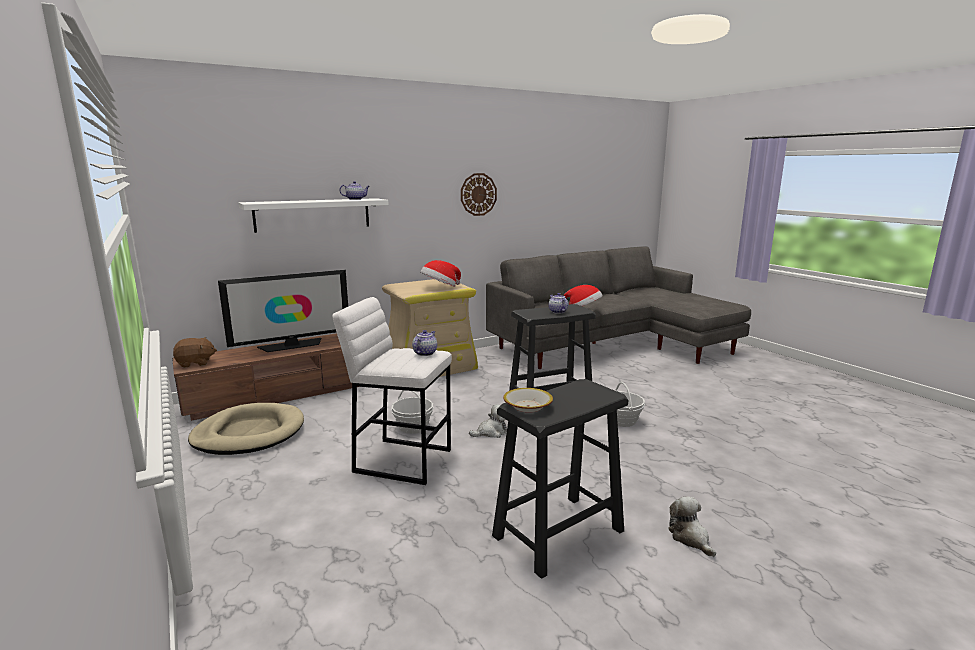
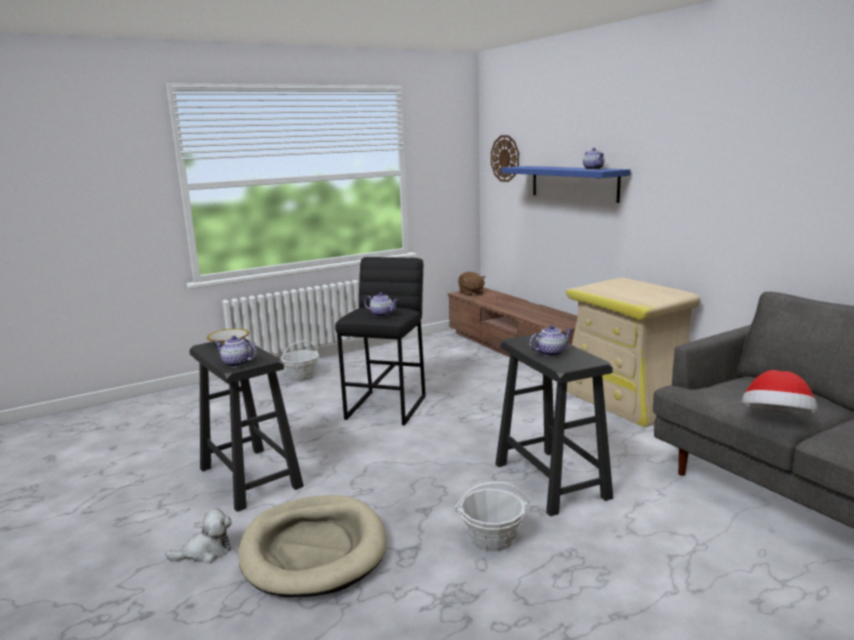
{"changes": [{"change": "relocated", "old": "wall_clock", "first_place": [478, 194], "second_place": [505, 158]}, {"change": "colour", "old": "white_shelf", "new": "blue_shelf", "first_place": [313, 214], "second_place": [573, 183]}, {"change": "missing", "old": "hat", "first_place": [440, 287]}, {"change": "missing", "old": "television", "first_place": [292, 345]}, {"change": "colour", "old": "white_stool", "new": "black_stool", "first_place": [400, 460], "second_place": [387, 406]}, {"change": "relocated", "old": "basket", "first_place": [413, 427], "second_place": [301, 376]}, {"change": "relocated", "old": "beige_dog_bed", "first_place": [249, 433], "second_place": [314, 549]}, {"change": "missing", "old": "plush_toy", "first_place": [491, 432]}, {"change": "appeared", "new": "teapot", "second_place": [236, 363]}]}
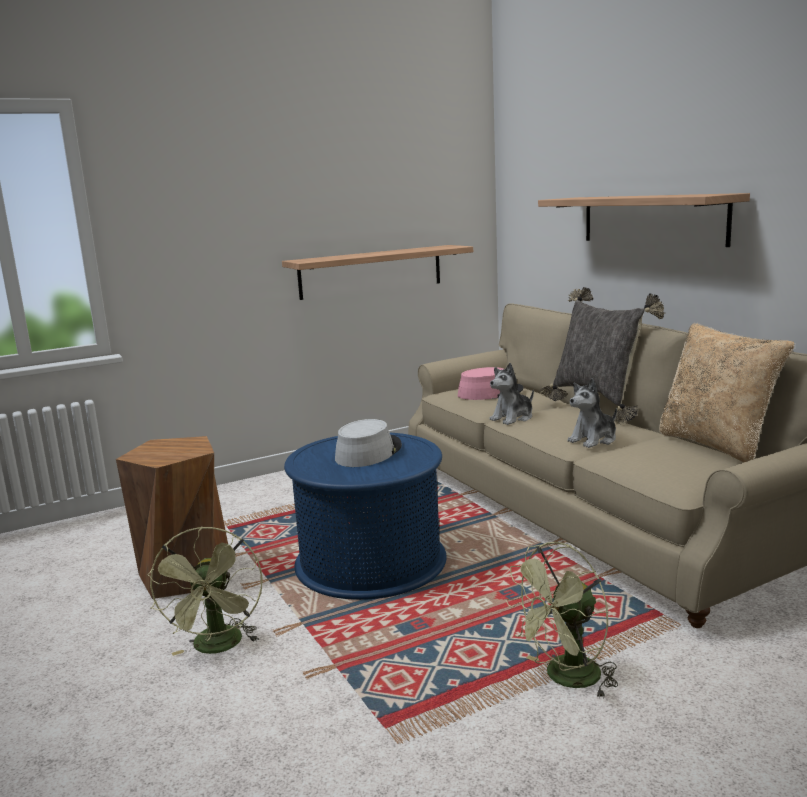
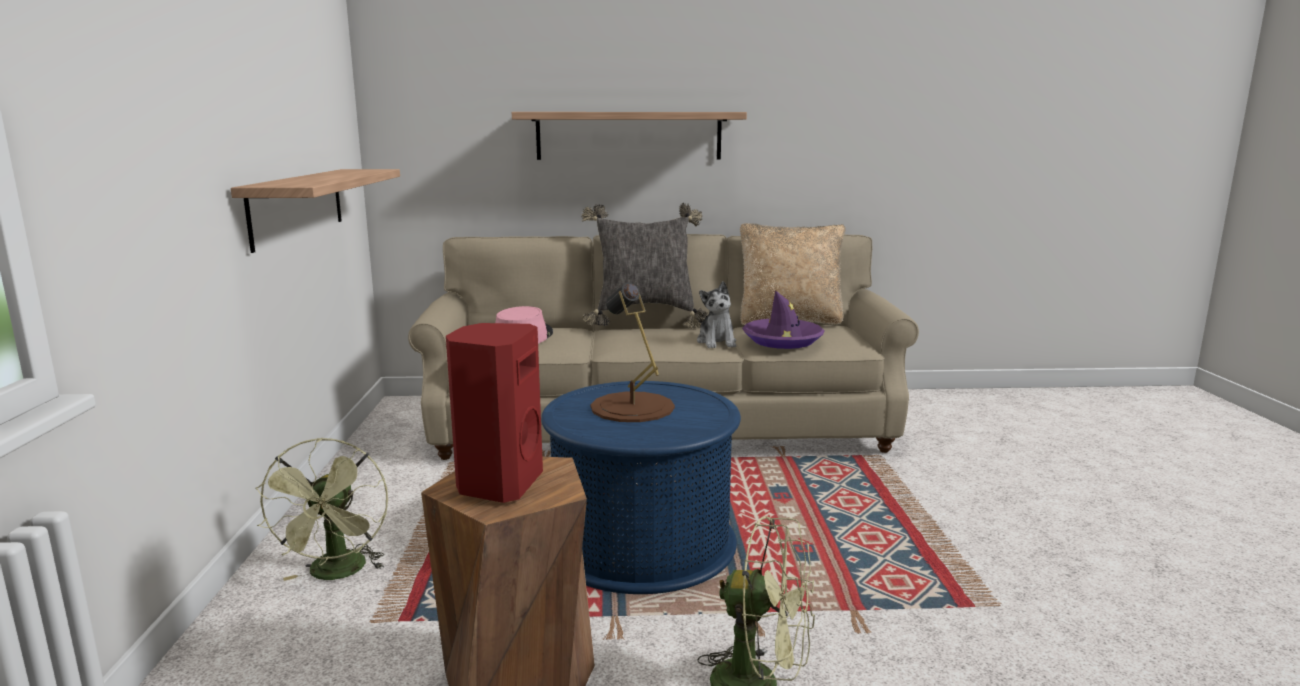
{"changes": [{"change": "missing", "old": "plush_toy", "first_place": [513, 418]}, {"change": "exchanged", "old": "grey_hat", "new": "brown_table_lamp", "first_place": [368, 452], "second_place": [632, 407]}, {"change": "relocated", "old": "green_fan", "first_place": [565, 679], "second_place": [337, 574]}, {"change": "appeared", "new": "purple_hat", "second_place": [782, 340]}, {"change": "appeared", "new": "red_speaker", "second_place": [497, 484]}]}
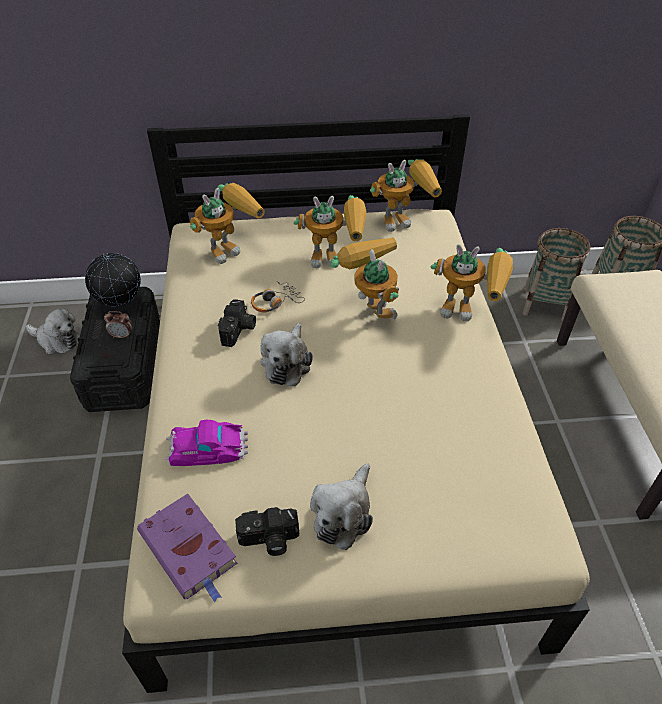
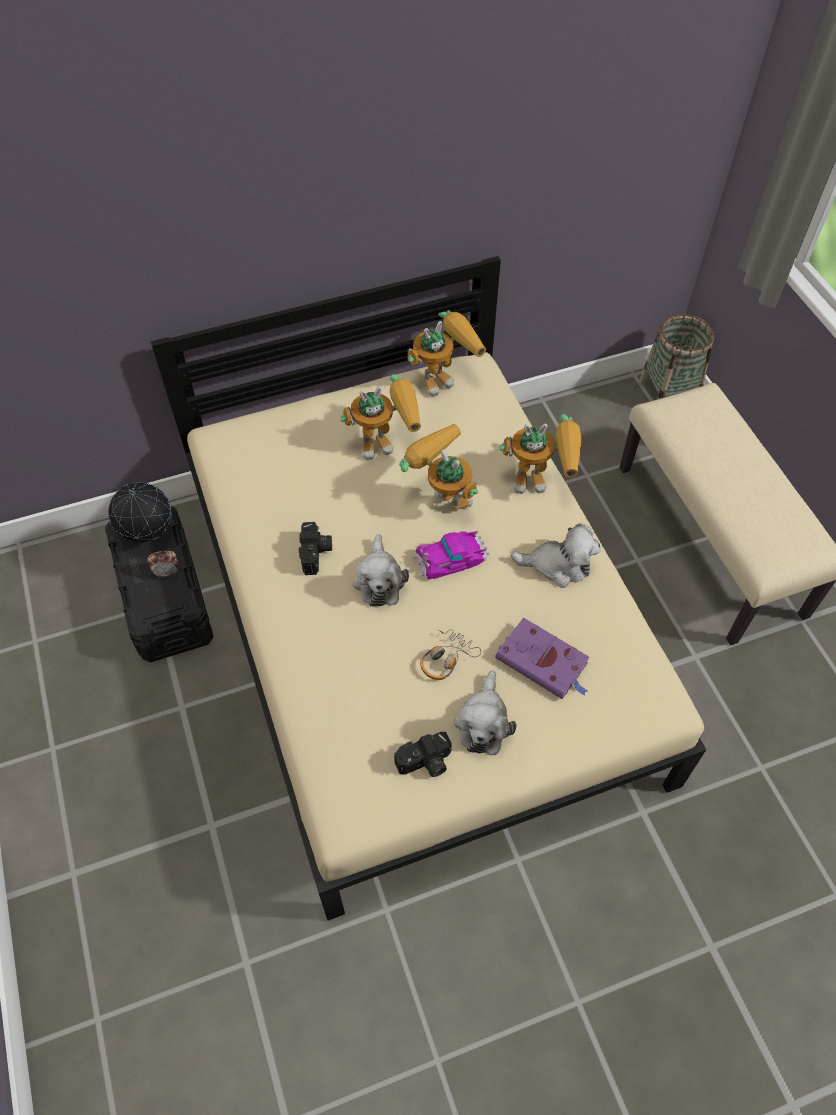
{"changes": [{"change": "missing", "old": "toy_robot", "first_place": [230, 247]}, {"change": "missing", "old": "basket", "first_place": [545, 304]}, {"change": "relocated", "old": "headphones", "first_place": [275, 302], "second_place": [446, 659]}, {"change": "relocated", "old": "plush_toy", "first_place": [57, 340], "second_place": [558, 565]}, {"change": "relocated", "old": "toy_car", "first_place": [207, 448], "second_place": [450, 557]}, {"change": "relocated", "old": "purple_book", "first_place": [190, 550], "second_place": [544, 662]}]}
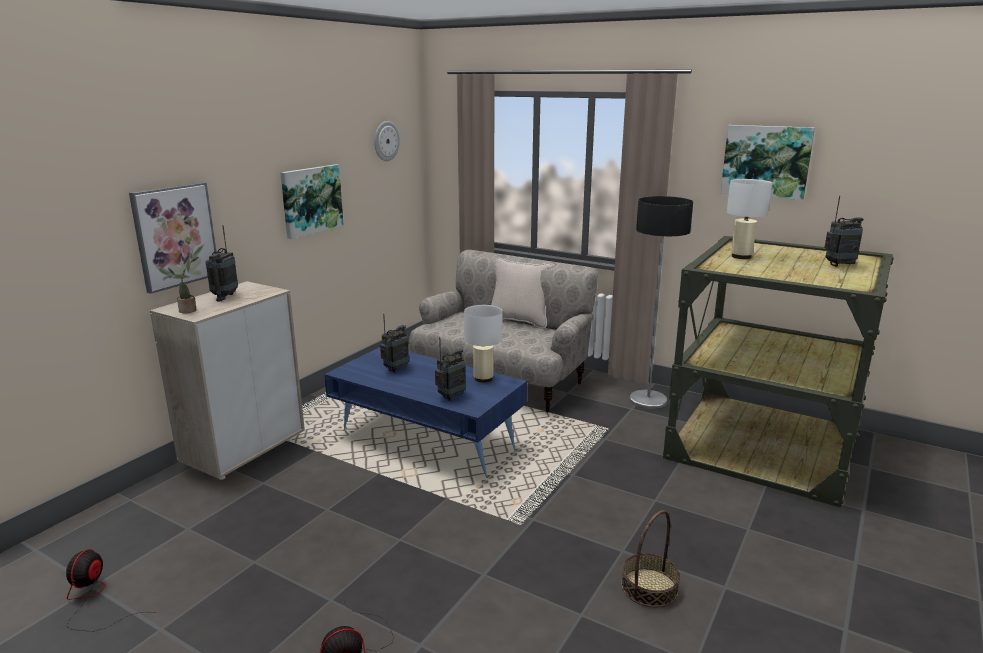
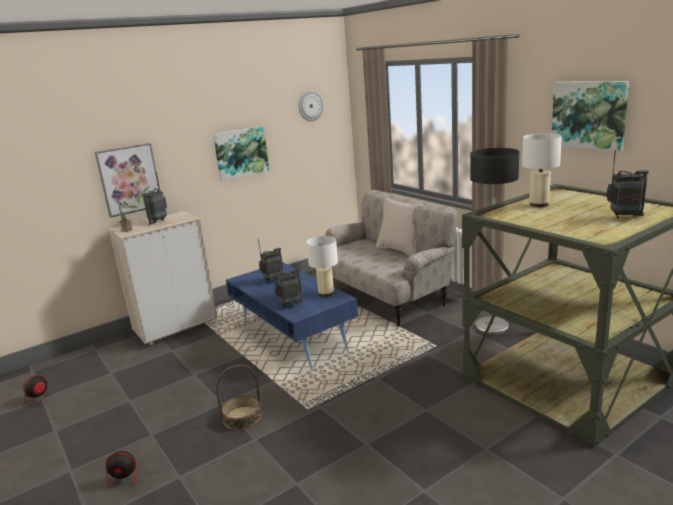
{"changes": [{"change": "relocated", "old": "basket", "first_place": [649, 587], "second_place": [242, 417]}]}
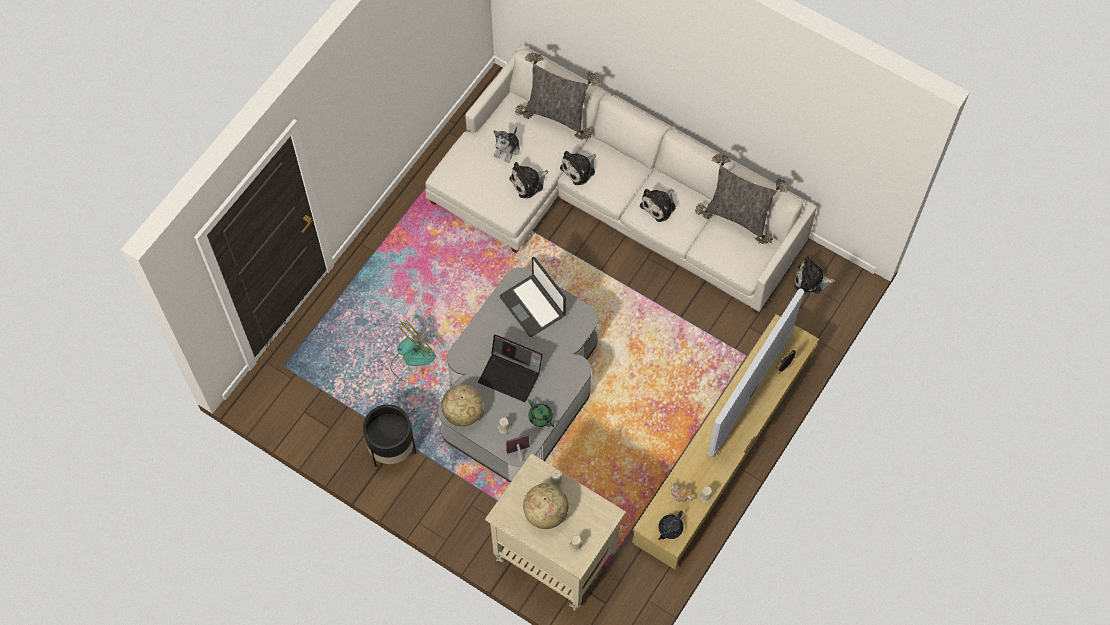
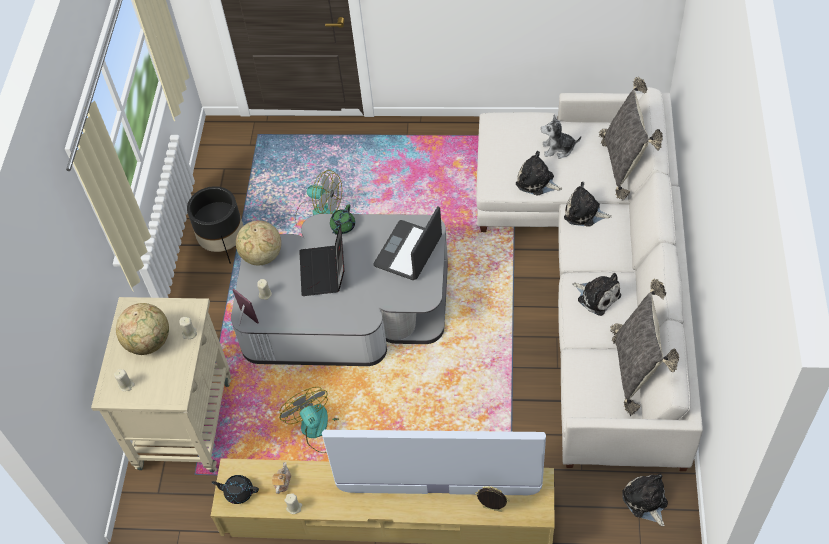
{"changes": [{"change": "spun", "old": "plush_toy", "first_place": [659, 205], "second_place": [597, 296], "degrees": -150}, {"change": "relocated", "old": "green_teapot", "first_place": [541, 418], "second_place": [342, 226]}, {"change": "appeared", "new": "fan", "second_place": [319, 429]}]}
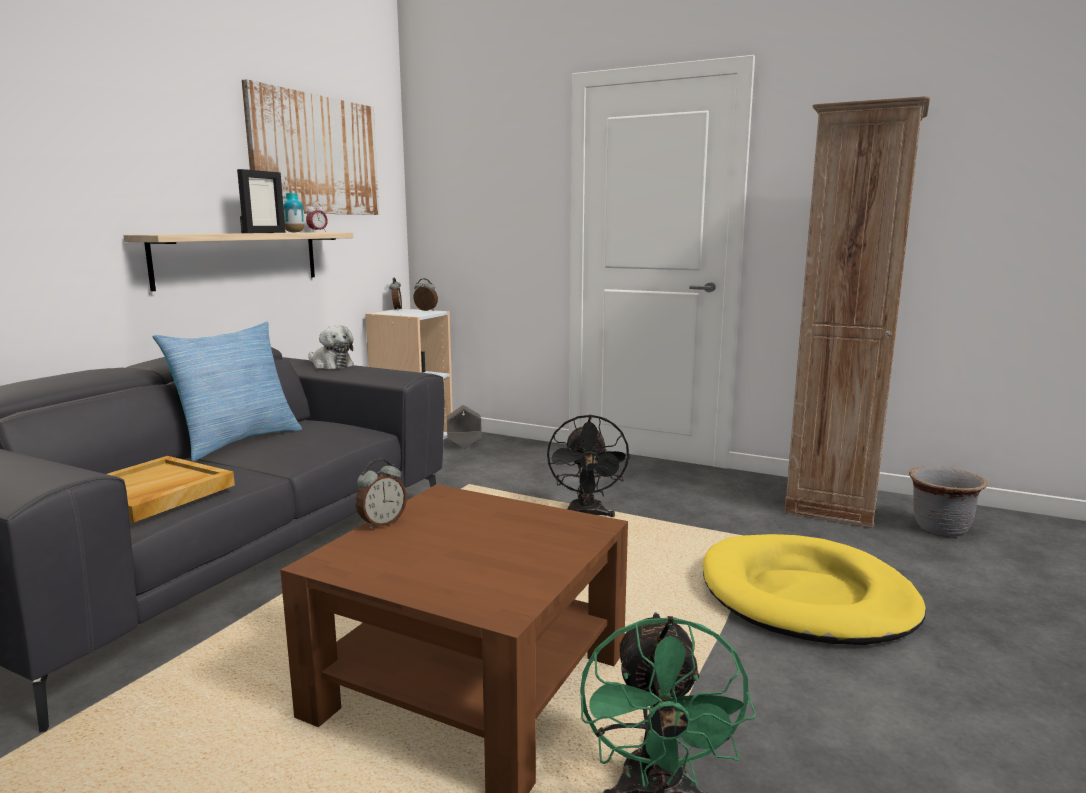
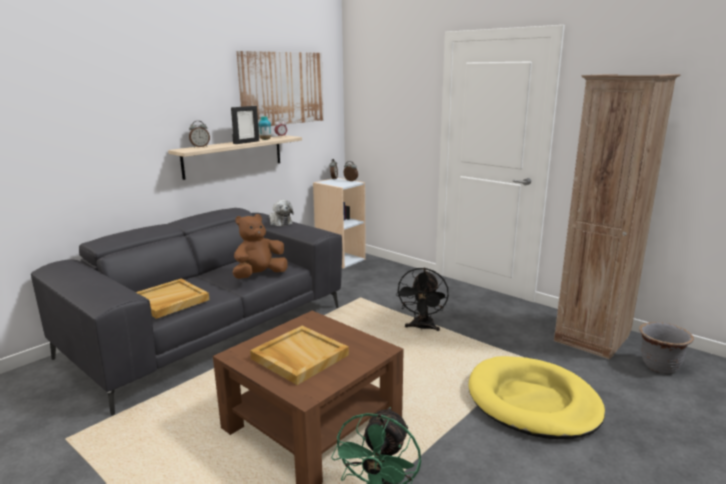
{"changes": [{"change": "missing", "old": "pillow", "first_place": [237, 441]}, {"change": "missing", "old": "grey_planter", "first_place": [464, 446]}, {"change": "relocated", "old": "alarm_clock", "first_place": [382, 523], "second_place": [200, 147]}, {"change": "appeared", "new": "brown_plush_toy", "second_place": [259, 275]}, {"change": "appeared", "new": "beige_tray", "second_place": [299, 357]}]}
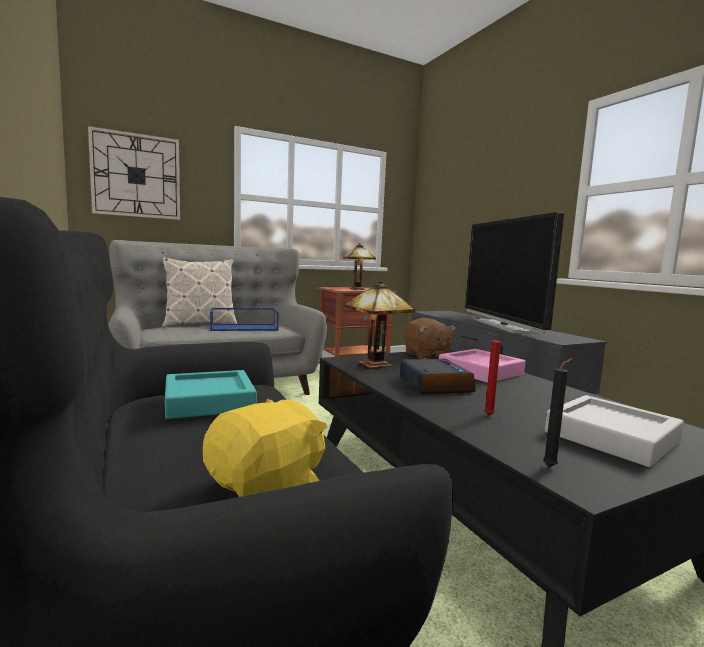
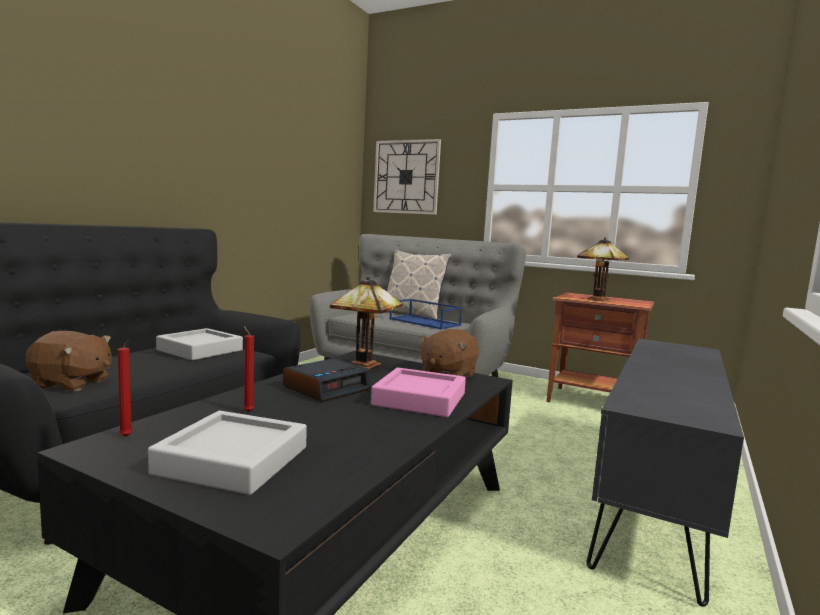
{"changes": [{"change": "missing", "old": "television", "first_place": [503, 326]}, {"change": "colour", "old": "black_candle", "new": "red_candle", "first_place": [551, 466], "second_place": [126, 437]}, {"change": "colour", "old": "turquoise_tray", "new": "grey_tray", "first_place": [209, 401], "second_place": [200, 350]}, {"change": "colour", "old": "yellow_plush_toy", "new": "brown_plush_toy", "first_place": [268, 487], "second_place": [71, 383]}]}
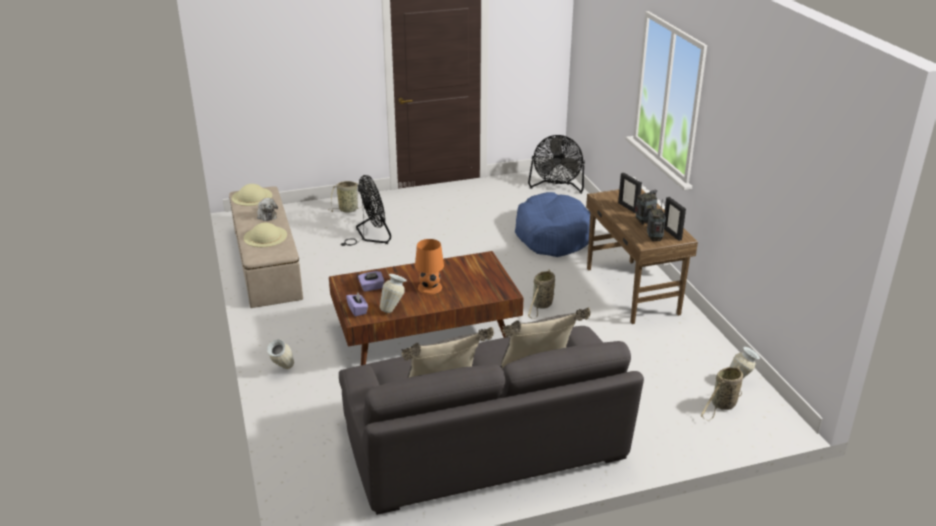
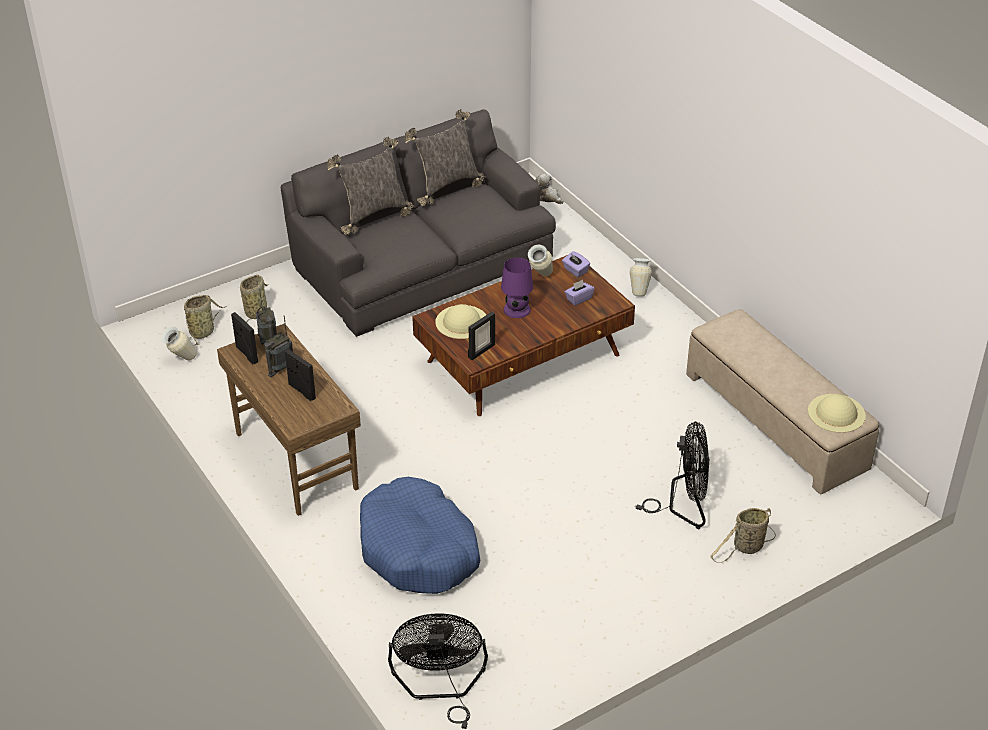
{"changes": [{"change": "spun", "old": "black_fan", "first_place": [368, 234], "second_place": [683, 499], "degrees": -135}, {"change": "relocated", "old": "plush_toy", "first_place": [266, 215], "second_place": [547, 197]}, {"change": "relocated", "old": "beige_hat", "first_place": [265, 236], "second_place": [462, 322]}, {"change": "colour", "old": "orange_table_lamp", "new": "purple_table_lamp", "first_place": [430, 288], "second_place": [516, 309]}, {"change": "relocated", "old": "basket", "first_place": [541, 305], "second_place": [257, 312]}, {"change": "appeared", "new": "picture_frame", "second_place": [481, 351]}]}
